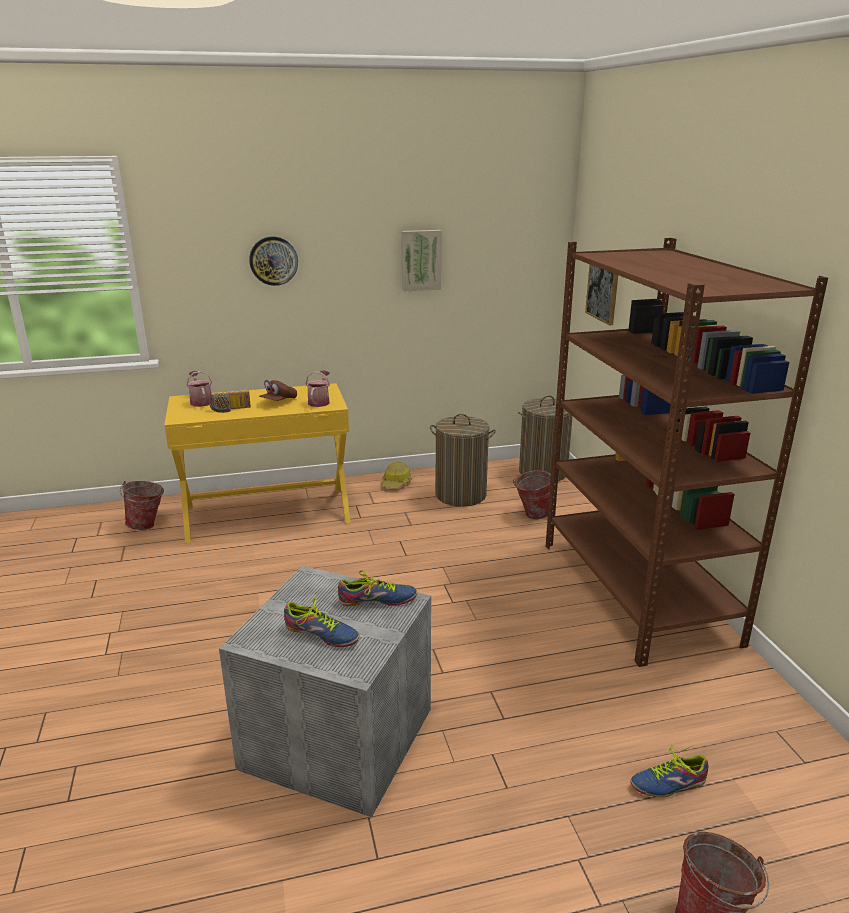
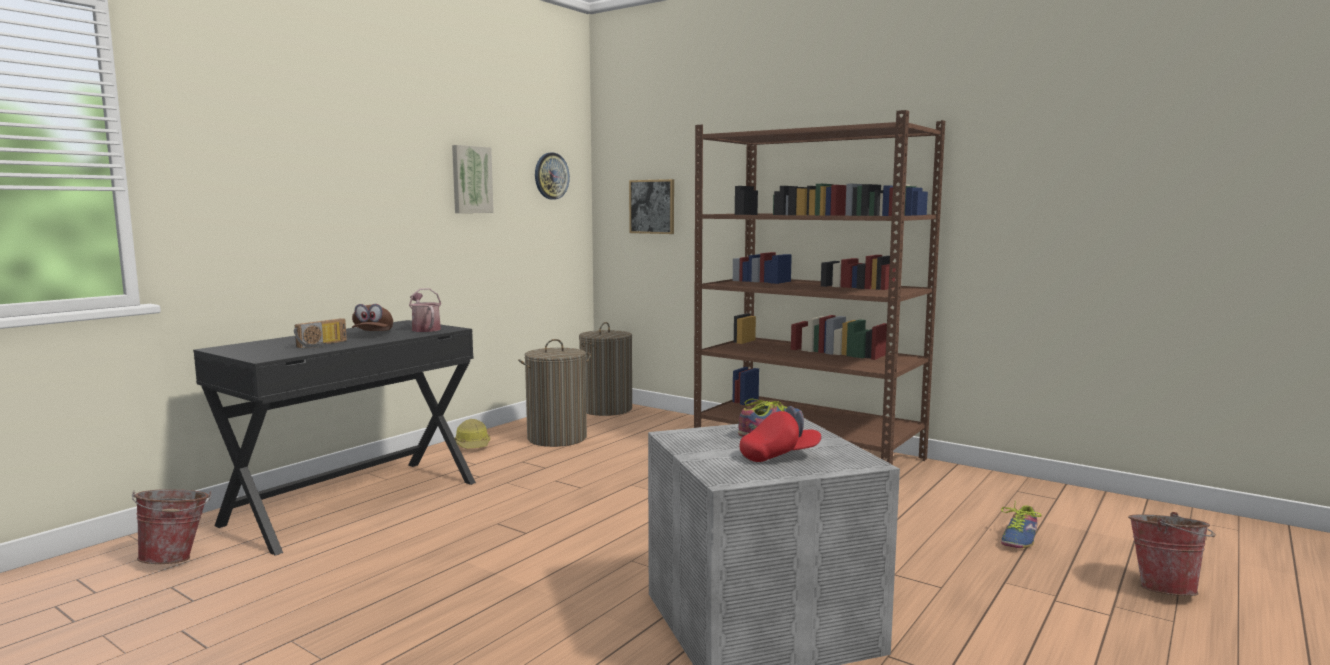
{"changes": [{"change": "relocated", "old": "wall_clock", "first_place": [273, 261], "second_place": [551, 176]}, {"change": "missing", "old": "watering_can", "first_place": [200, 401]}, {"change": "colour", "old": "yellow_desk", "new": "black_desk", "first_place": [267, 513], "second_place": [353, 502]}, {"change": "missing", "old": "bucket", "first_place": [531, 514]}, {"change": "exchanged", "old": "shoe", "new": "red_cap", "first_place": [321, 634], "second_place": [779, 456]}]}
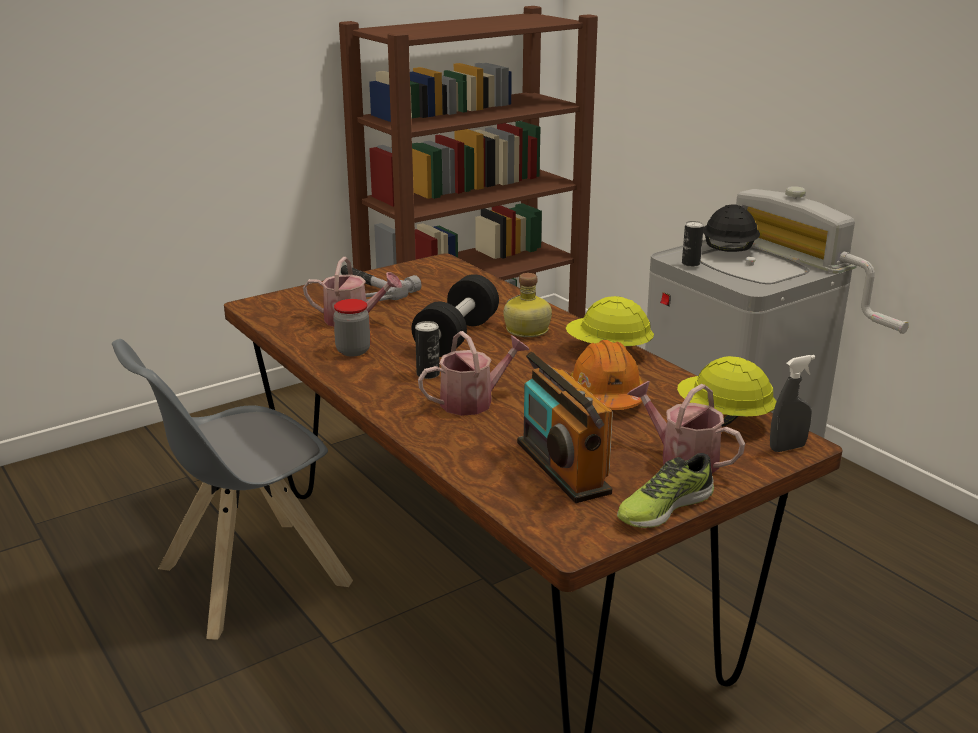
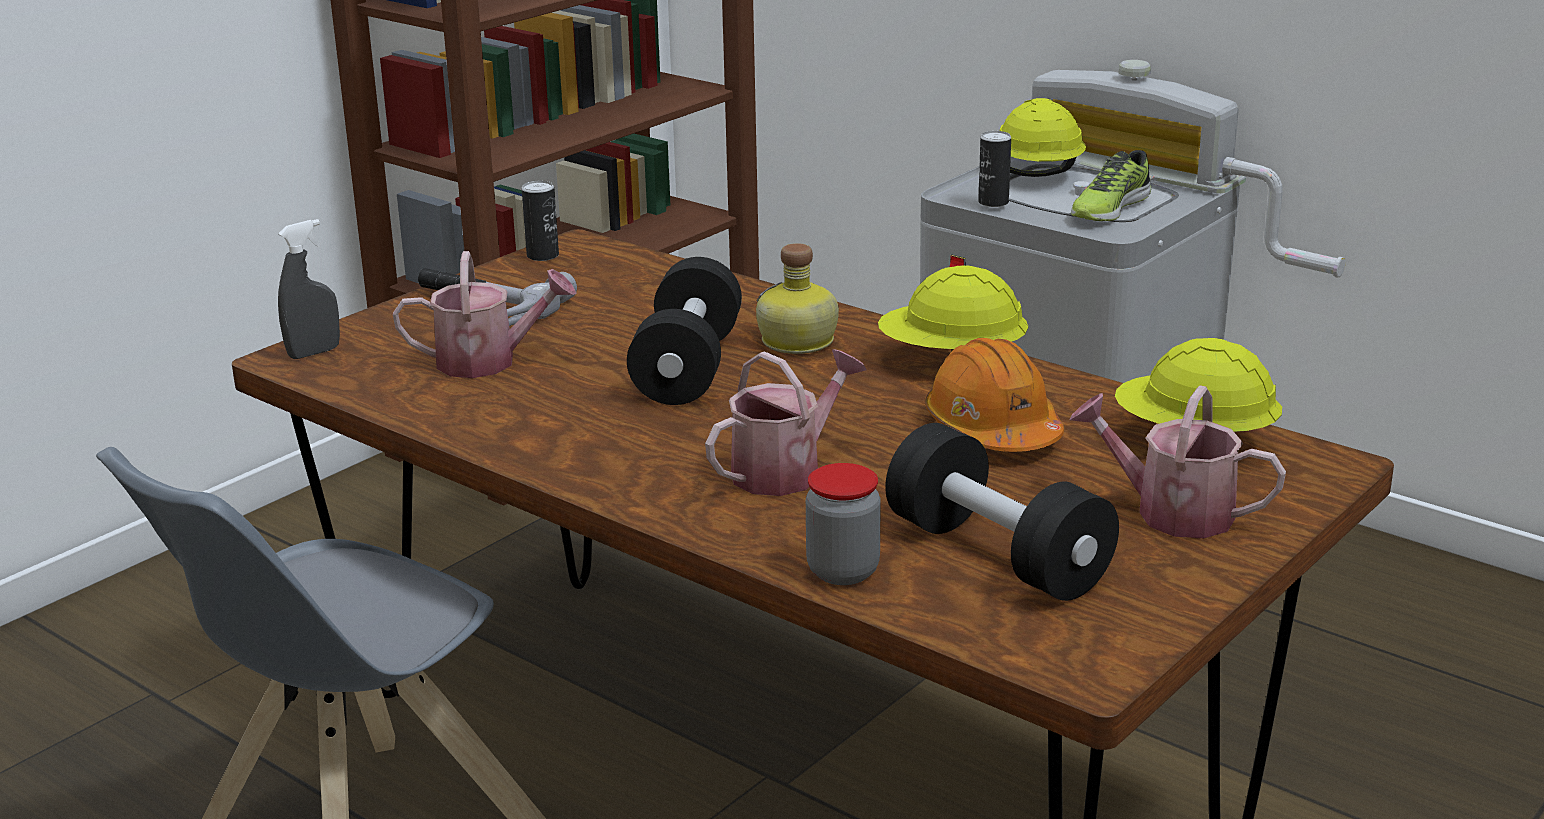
{"changes": [{"change": "colour", "old": "black_hard_hat", "new": "yellow_hard_hat", "first_place": [728, 249], "second_place": [1035, 173]}, {"change": "relocated", "old": "jar", "first_place": [353, 351], "second_place": [843, 571]}, {"change": "relocated", "old": "can", "first_place": [428, 374], "second_place": [542, 256]}, {"change": "exchanged", "old": "radio", "new": "black_dumbbell", "first_place": [562, 468], "second_place": [997, 555]}, {"change": "relocated", "old": "grey_spray_bottle", "first_place": [787, 448], "second_place": [314, 353]}, {"change": "relocated", "old": "shoe", "first_place": [663, 507], "second_place": [1108, 208]}]}
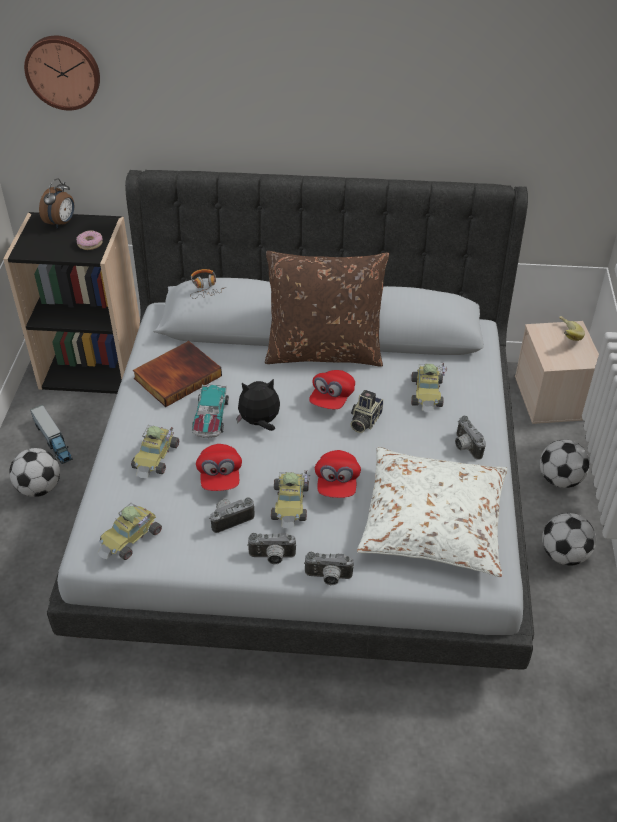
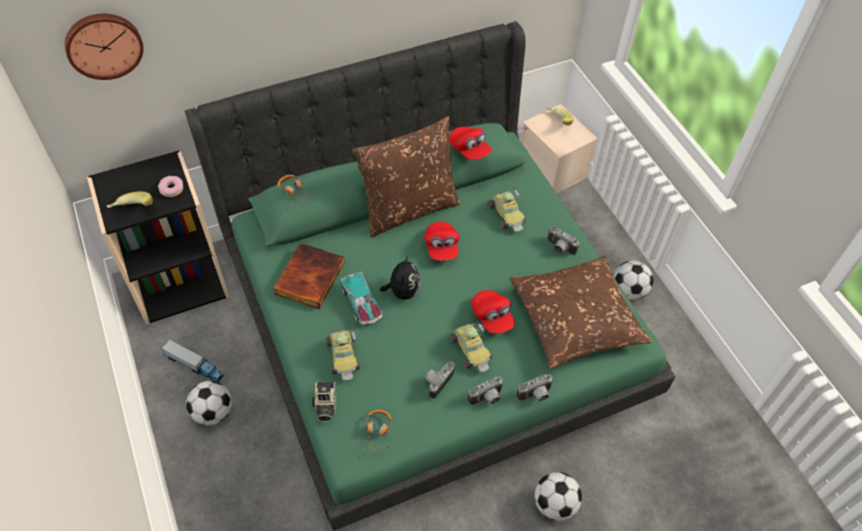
{"changes": [{"change": "colour", "old": "grey_bed", "new": "green_bed", "first_place": [308, 492], "second_place": [429, 320]}, {"change": "missing", "old": "alarm_clock", "first_place": [61, 223]}, {"change": "spun", "old": "plush_toy", "first_place": [260, 422], "second_place": [402, 291], "degrees": 135}, {"change": "relocated", "old": "photo_camera", "first_place": [364, 420], "second_place": [325, 405]}, {"change": "relocated", "old": "football", "first_place": [560, 479], "second_place": [555, 504]}, {"change": "relocated", "old": "red_cap", "first_place": [220, 477], "second_place": [469, 150]}, {"change": "colour", "old": "white_pillow", "new": "brown_pillow", "first_place": [433, 522], "second_place": [576, 318]}, {"change": "exchanged", "old": "toy_car", "new": "headphones", "first_place": [131, 539], "second_place": [375, 433]}, {"change": "appeared", "new": "banana", "second_place": [133, 211]}]}
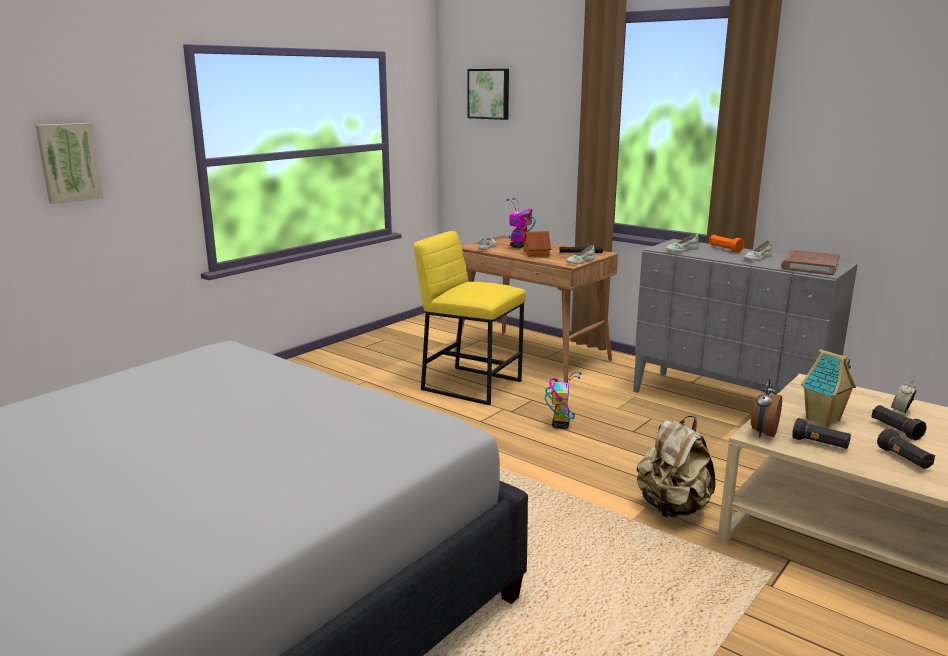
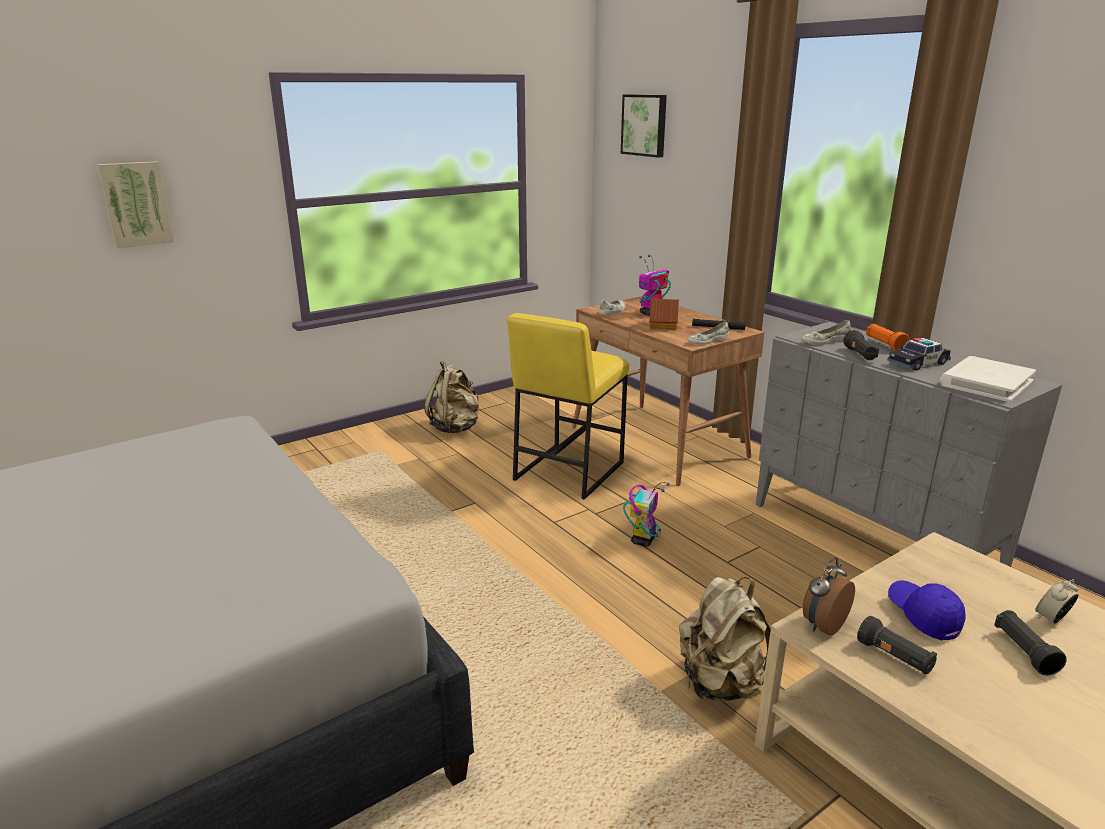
{"changes": [{"change": "spun", "old": "yellow_chair", "first_place": [470, 385], "second_place": [568, 471], "degrees": -105}, {"change": "exchanged", "old": "white_shoe", "new": "toy_car", "first_place": [756, 258], "second_place": [918, 363]}, {"change": "colour", "old": "brown_book", "new": "white_book", "first_place": [810, 266], "second_place": [986, 383]}, {"change": "exchanged", "old": "toy_house", "new": "blue_cap", "first_place": [823, 420], "second_place": [923, 616]}, {"change": "relocated", "old": "black_flashlight", "first_place": [904, 459], "second_place": [860, 355]}, {"change": "appeared", "new": "beige_backpack", "second_place": [455, 428]}]}
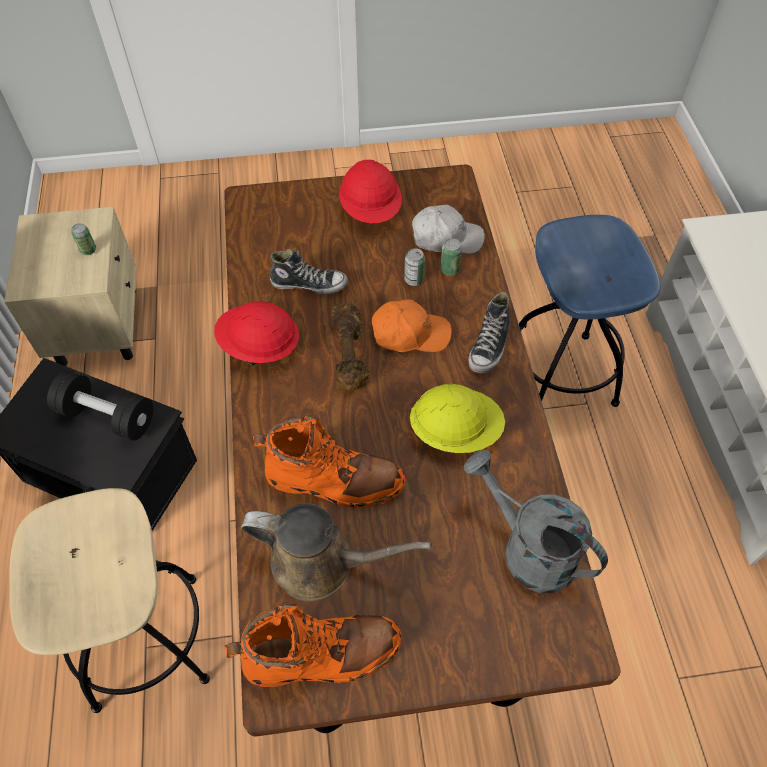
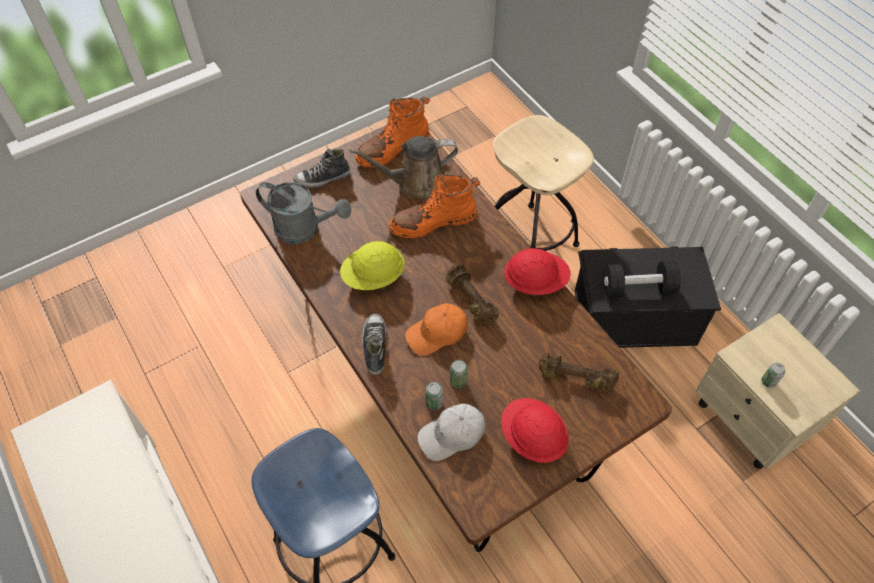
{"changes": [{"change": "relocated", "old": "shoe", "first_place": [309, 284], "second_place": [322, 178]}, {"change": "appeared", "new": "brown_dumbbell", "second_place": [575, 379]}]}
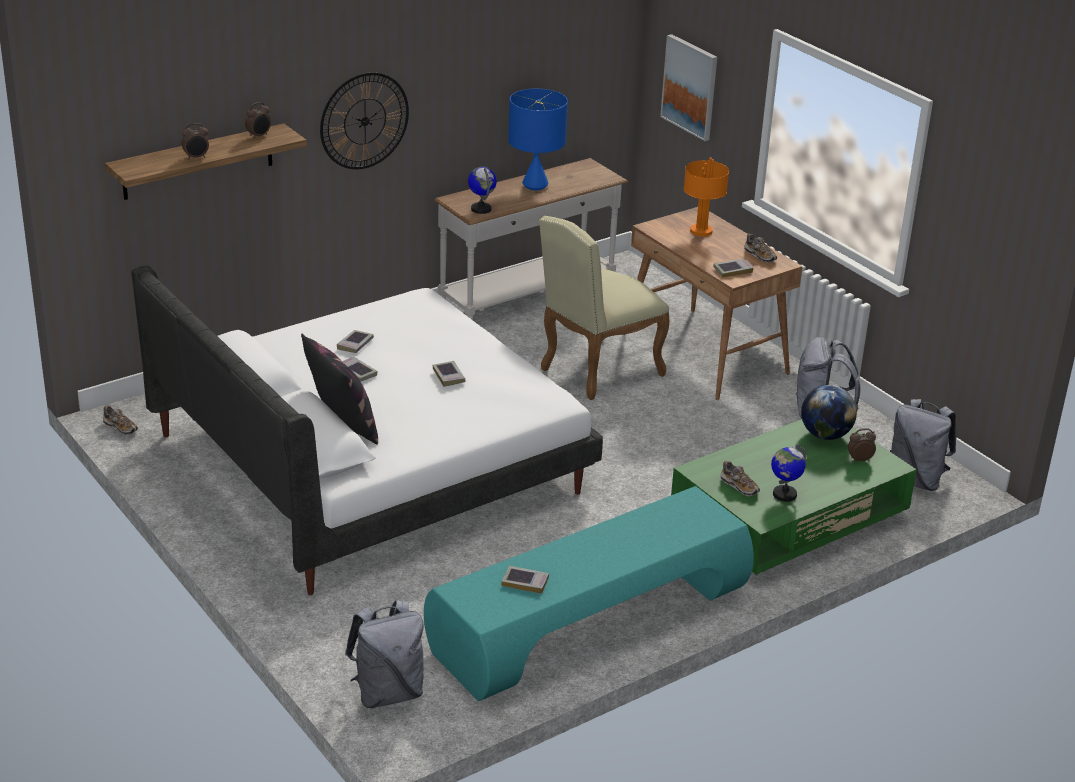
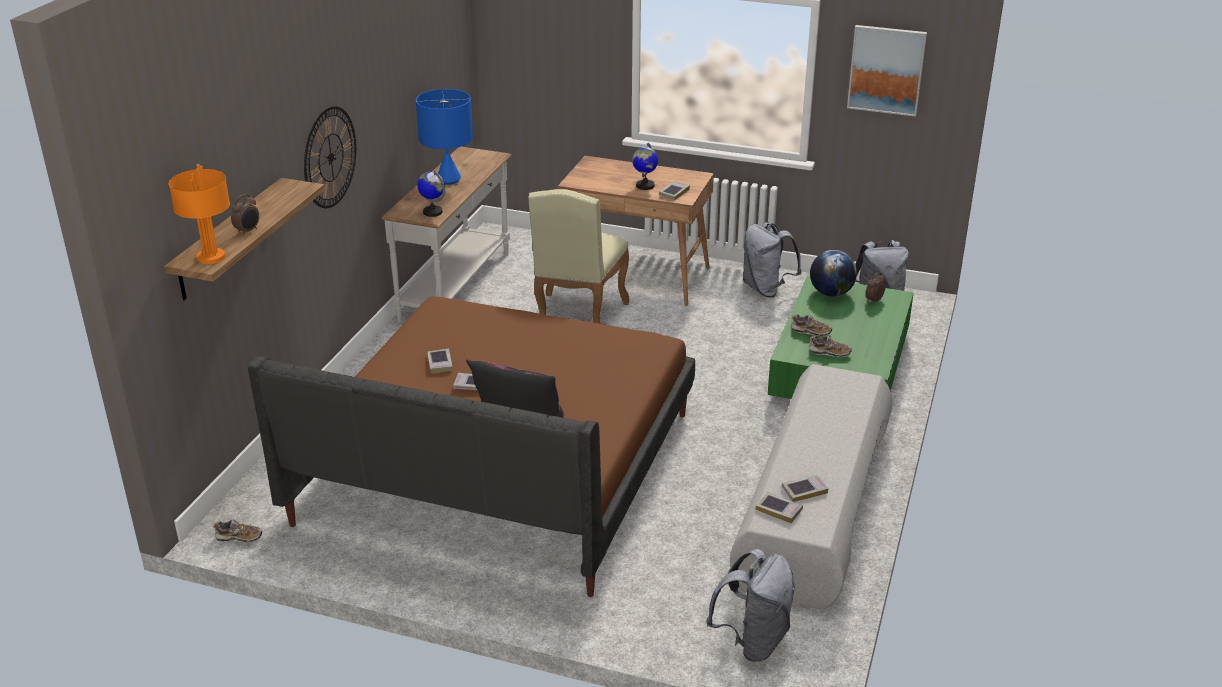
{"changes": [{"change": "relocated", "old": "picture", "first_place": [690, 87], "second_place": [886, 70]}, {"change": "missing", "old": "alarm_clock", "first_place": [259, 136]}, {"change": "relocated", "old": "orange_table_lamp", "first_place": [700, 231], "second_place": [210, 257]}, {"change": "relocated", "old": "shoe", "first_place": [760, 256], "second_place": [811, 332]}, {"change": "colour", "old": "white_bed", "new": "brown_bed", "first_place": [369, 463], "second_place": [499, 466]}, {"change": "relocated", "old": "book", "first_place": [448, 376], "second_place": [779, 510]}, {"change": "relocated", "old": "globe", "first_place": [784, 494], "second_place": [645, 186]}, {"change": "colour", "old": "turquoise_bench", "new": "grey_bench", "first_place": [590, 620], "second_place": [815, 506]}]}
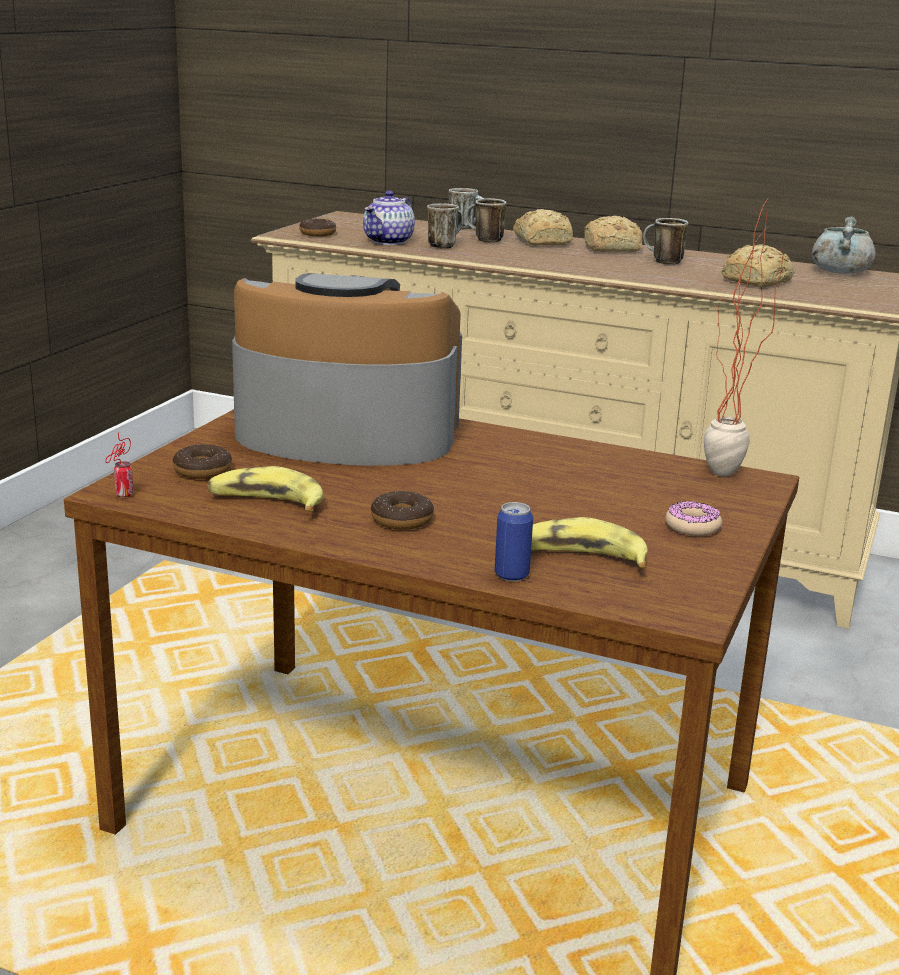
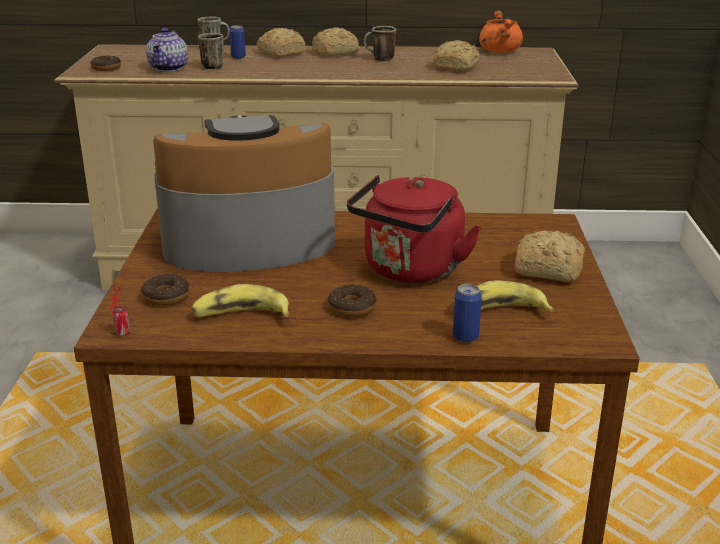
{"changes": [{"change": "exchanged", "old": "mug", "new": "can", "first_place": [484, 240], "second_place": [238, 57]}, {"change": "missing", "old": "potted_plant", "first_place": [724, 478]}, {"change": "colour", "old": "grey_cooking_pot", "new": "orange_cooking_pot", "first_place": [839, 271], "second_place": [499, 51]}, {"change": "exchanged", "old": "donut", "new": "bread", "first_place": [692, 527], "second_place": [545, 269]}, {"change": "appeared", "new": "red_kettle", "second_place": [410, 271]}]}
